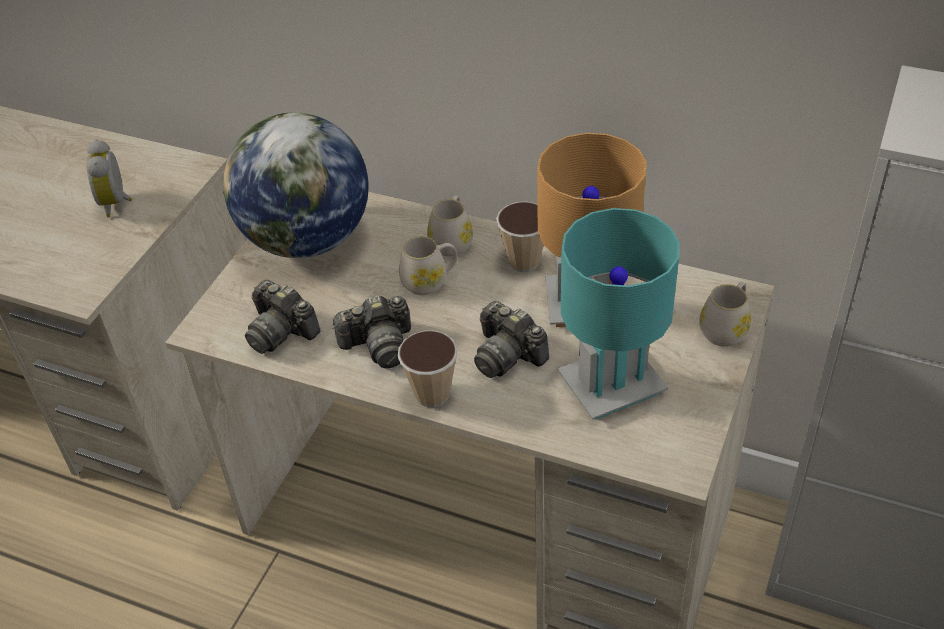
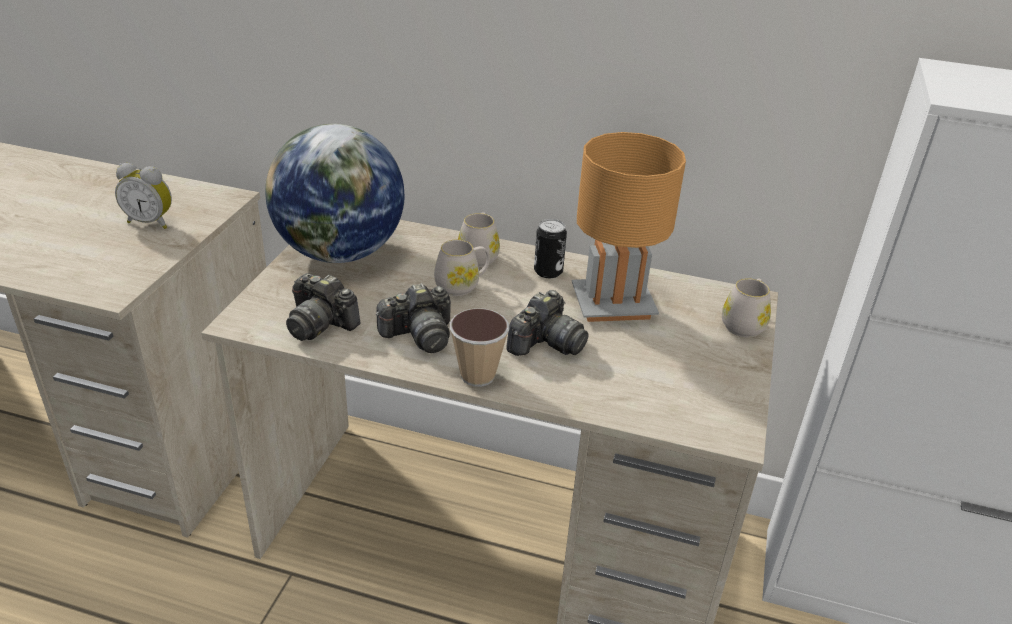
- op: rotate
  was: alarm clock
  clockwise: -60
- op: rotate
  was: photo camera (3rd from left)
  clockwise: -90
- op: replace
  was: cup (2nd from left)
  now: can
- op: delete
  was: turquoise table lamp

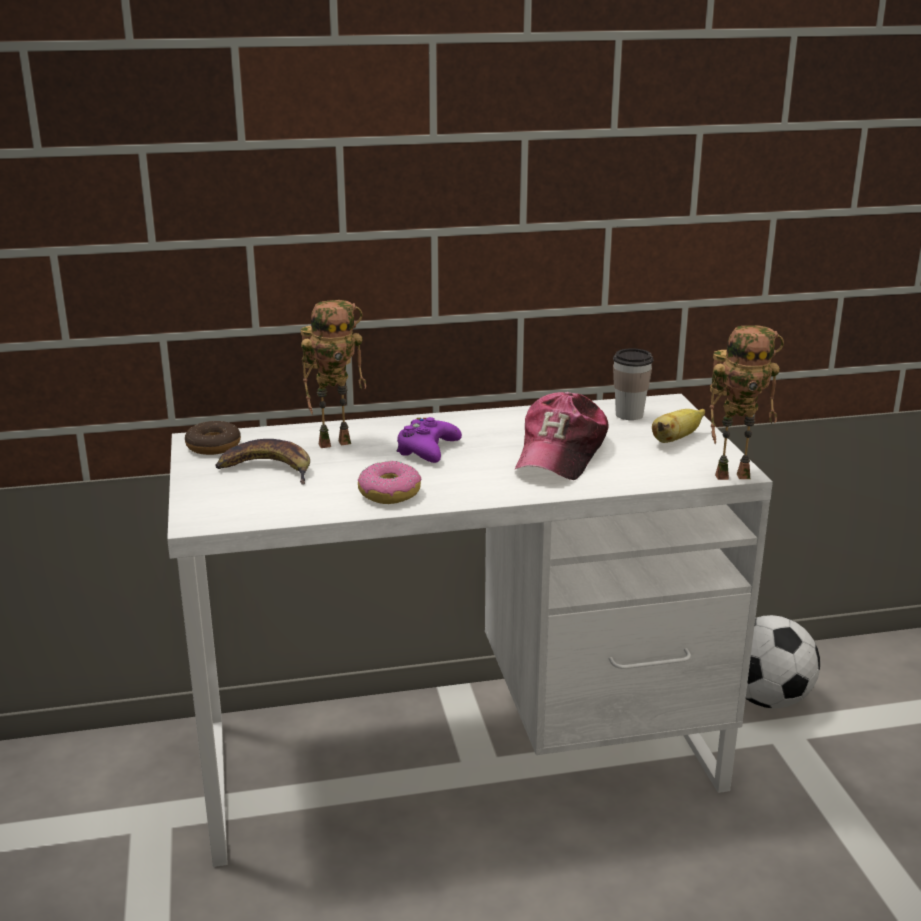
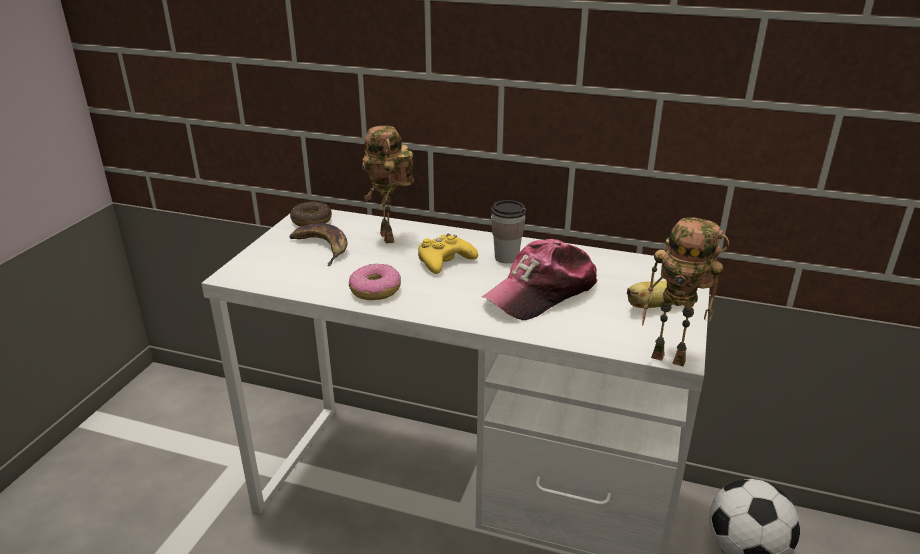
- op: rotate
  was: toy robot (1st from left)
  clockwise: 60
- op: recolor
  was: purple game controller
  now: yellow game controller
- op: move
  was: cup

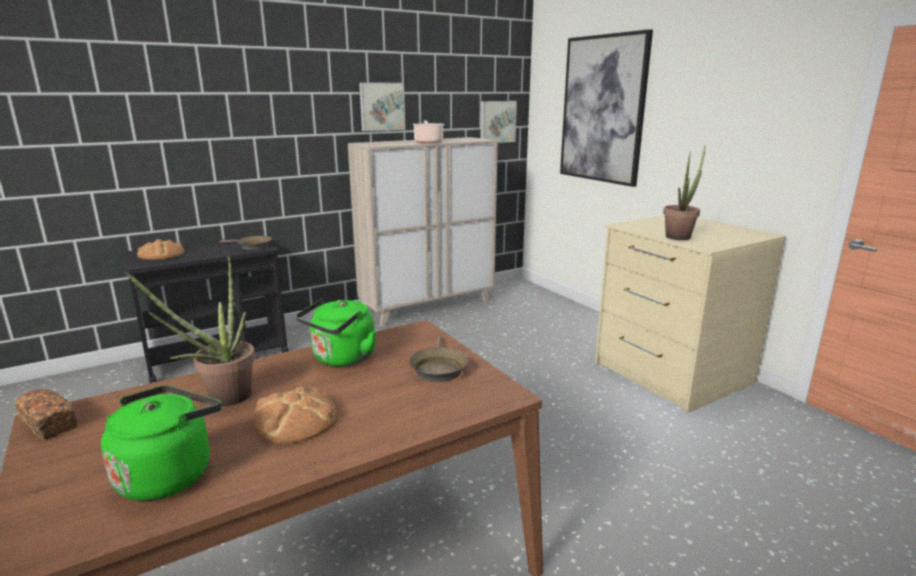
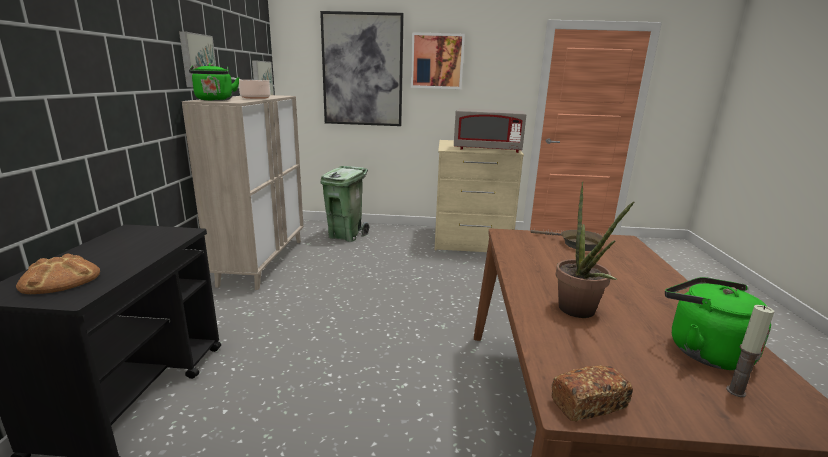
- op: move
  was: green kettle (2nd from left in the first image)
  now: green kettle (1st from left)
- op: insert
  now: green trash can
- op: insert
  now: picture (4th from left)
- op: replace
  was: potted plant (2nd from left)
  now: grey microwave
- op: insert
  now: candle
- op: delete
  was: brown frying pan (1st from left)
- op: delete
  was: bread (3rd from left)

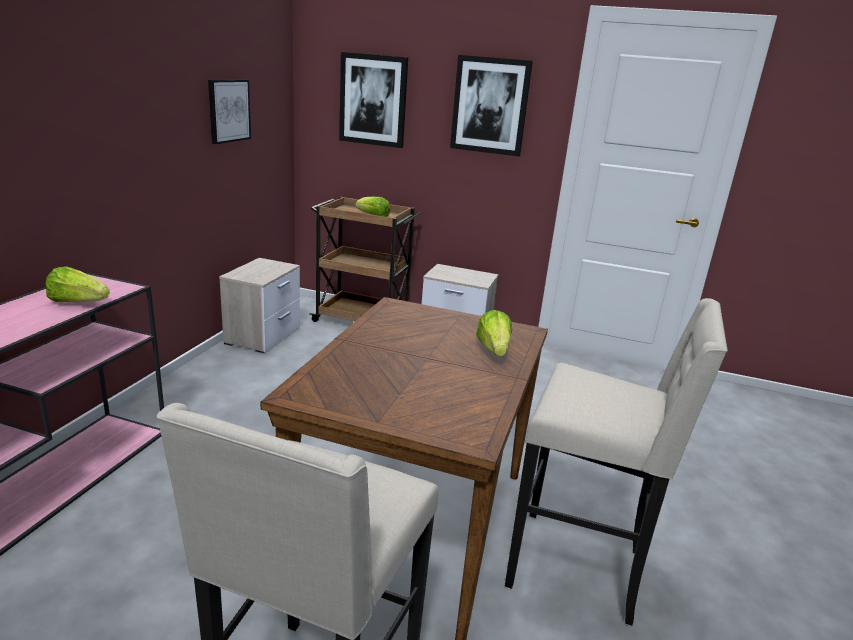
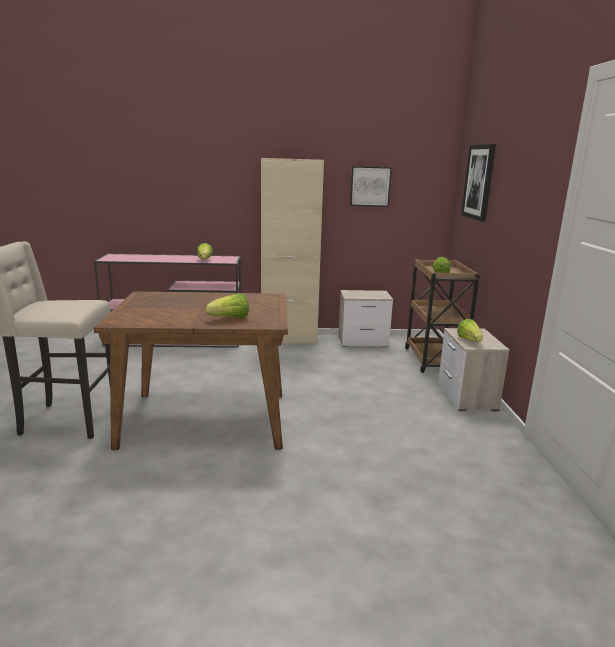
- op: insert
  now: beige cabinet
- op: insert
  now: lettuce (4th from left)
- op: delete
  was: picture (3rd from left)
- op: delete
  was: beige stool (2nd from left)

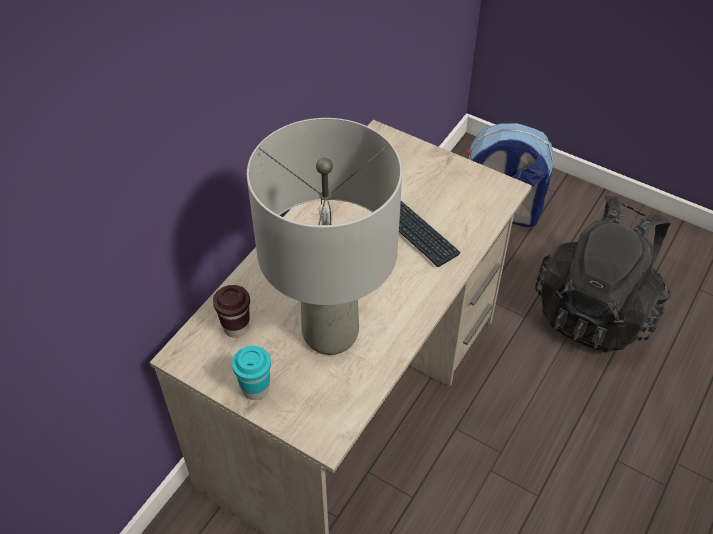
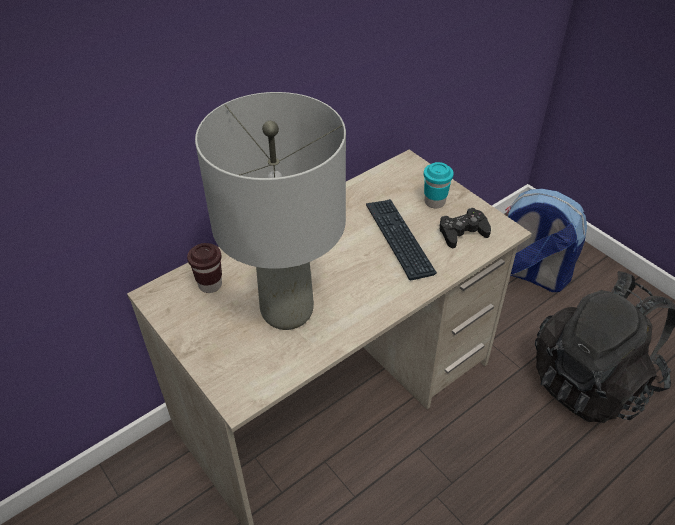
- op: move
  was: turquoise cup
- op: insert
  now: black game controller

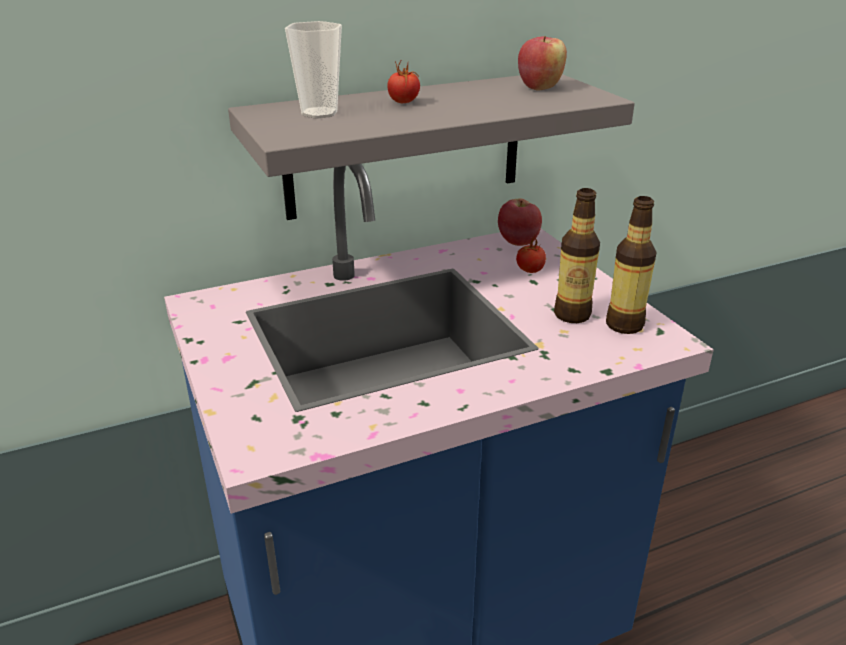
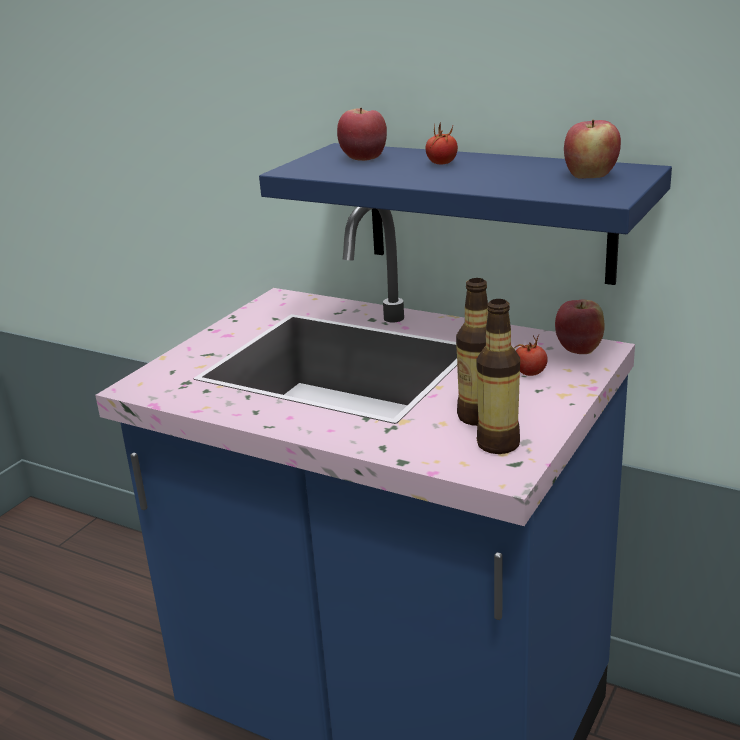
- op: recolor
  was: grey shelf
  now: blue shelf
- op: replace
  was: cup
  now: apple (1st from left)

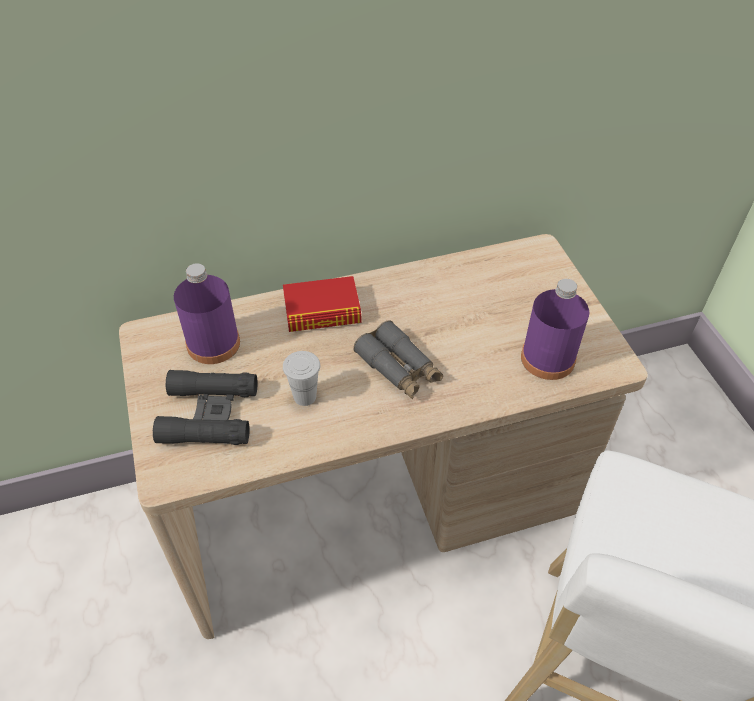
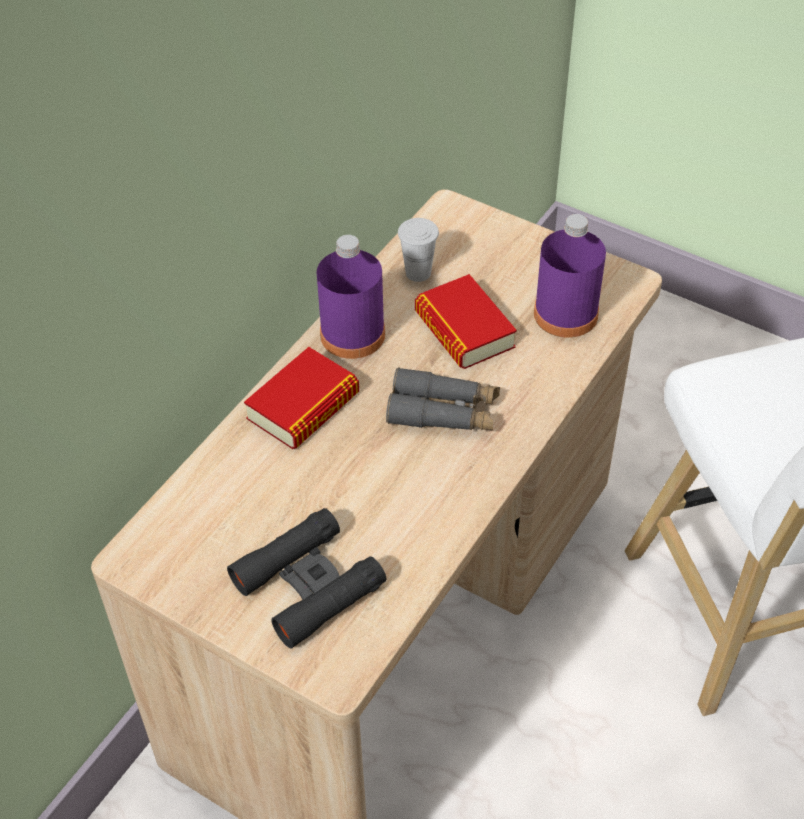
- op: move
  was: purple bottle (1st from left)
- op: move
  was: white cup
- op: insert
  now: book (2nd from left)

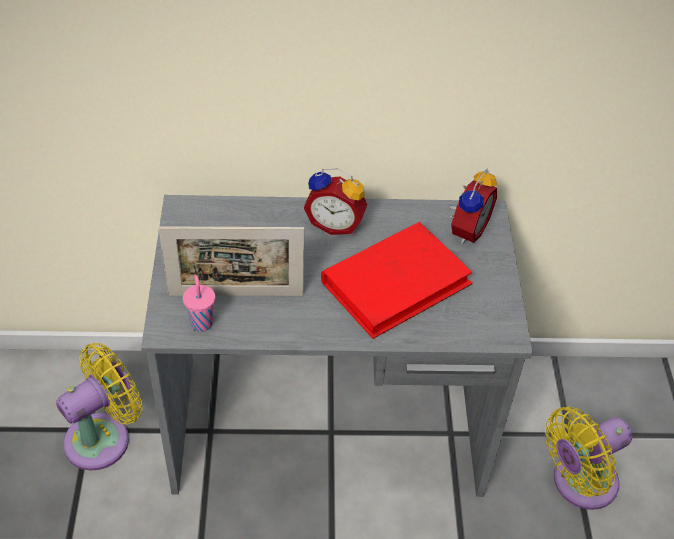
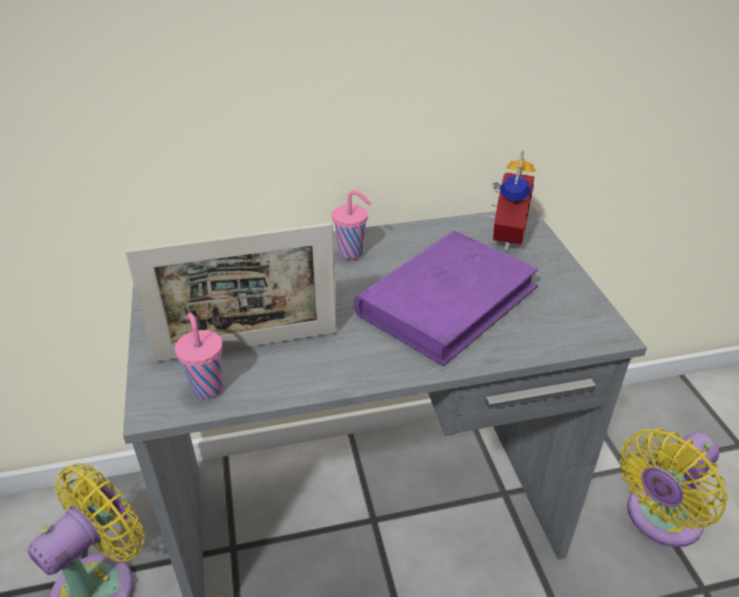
- op: replace
  was: alarm clock (1st from left)
  now: pink cup (2nd from left)
- op: recolor
  was: red book
  now: purple book

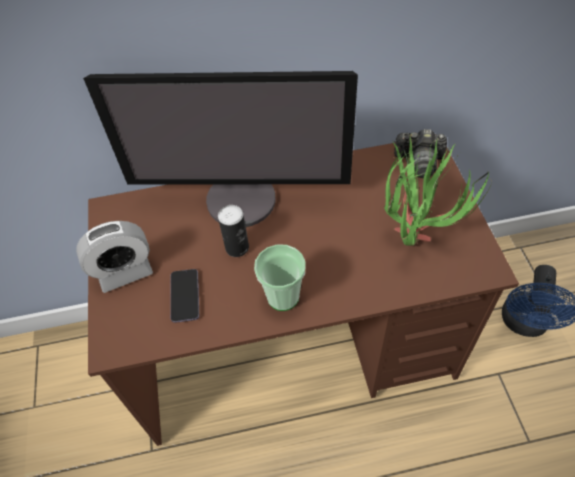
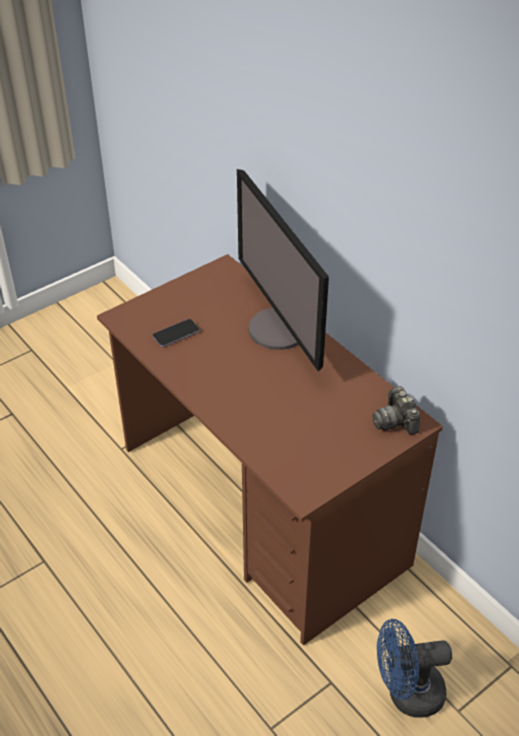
- op: delete
  was: alarm clock
- op: delete
  was: can
- op: delete
  was: cup
- op: delete
  was: potted plant

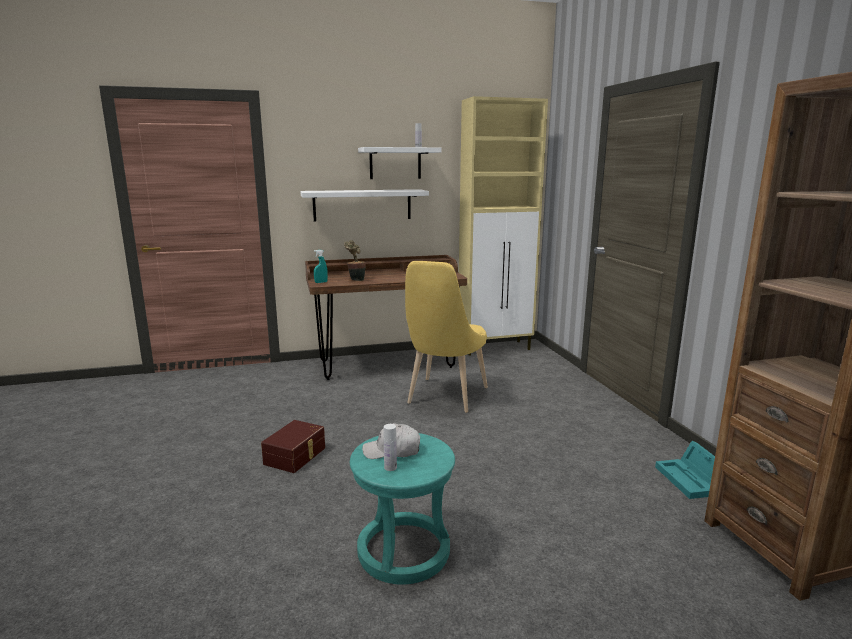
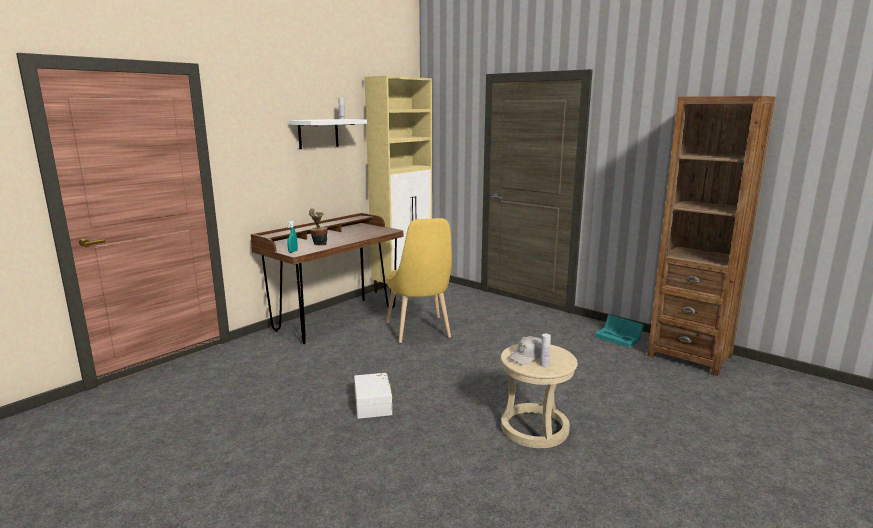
- op: recolor
  was: brown storage box
  now: white storage box
- op: recolor
  was: turquoise stool
  now: beige stool
- op: delete
  was: white shelf (1st from left)

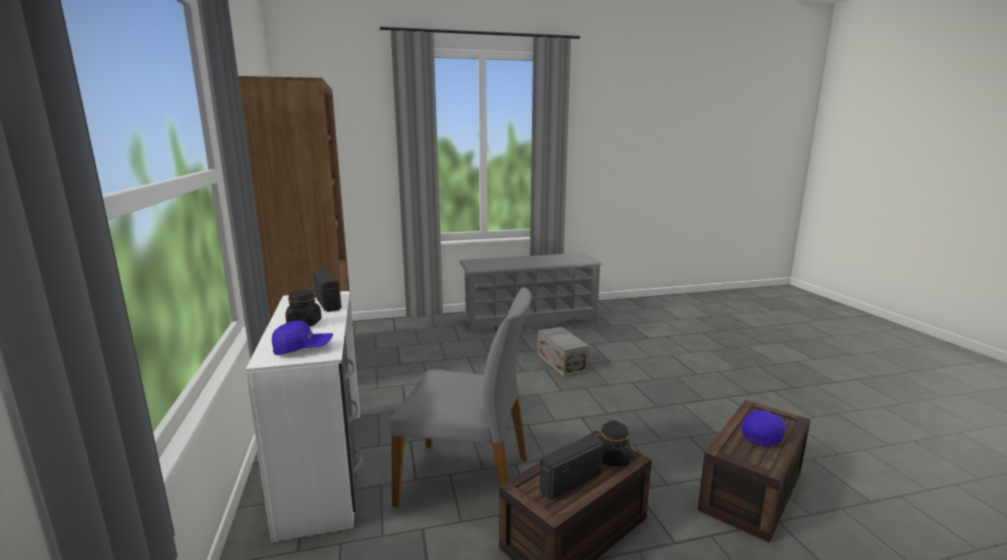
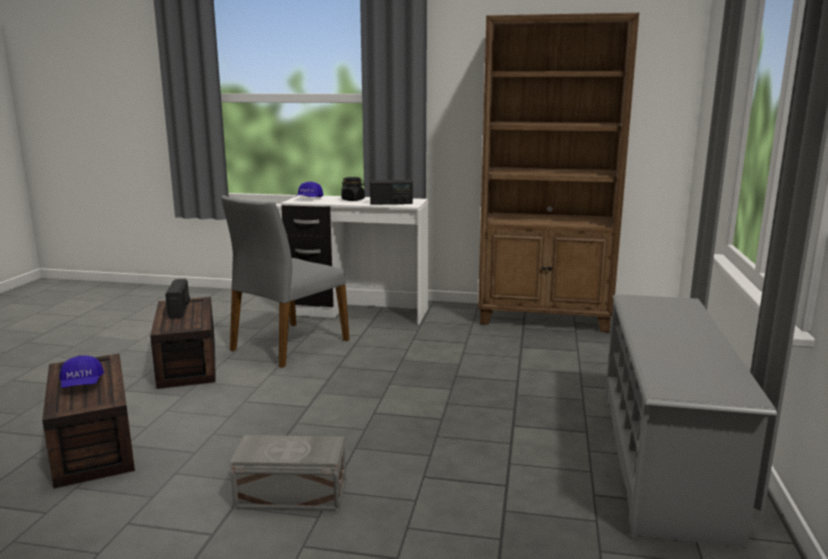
- op: move
  was: grey storage box
- op: delete
  was: black jar (2nd from left)

